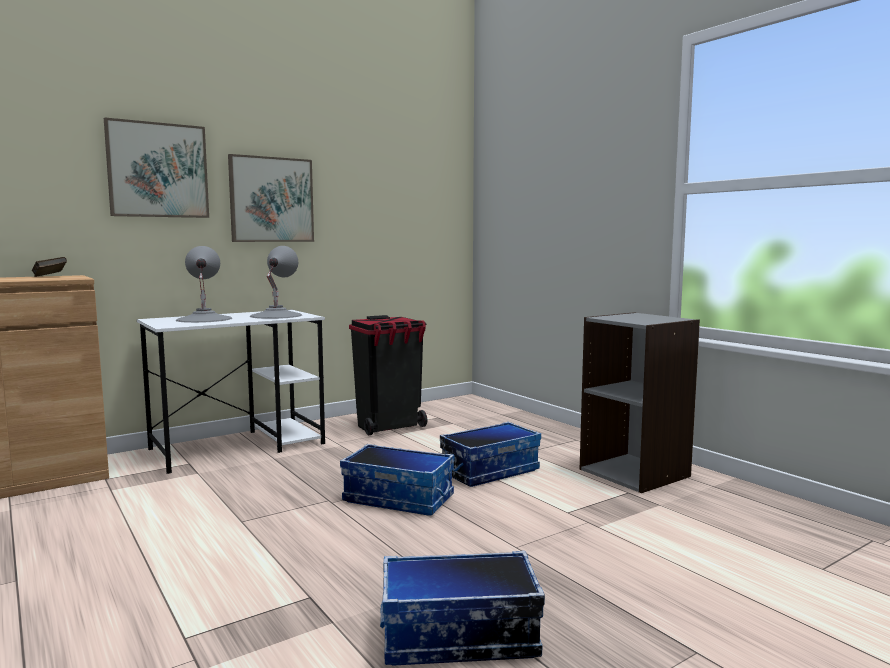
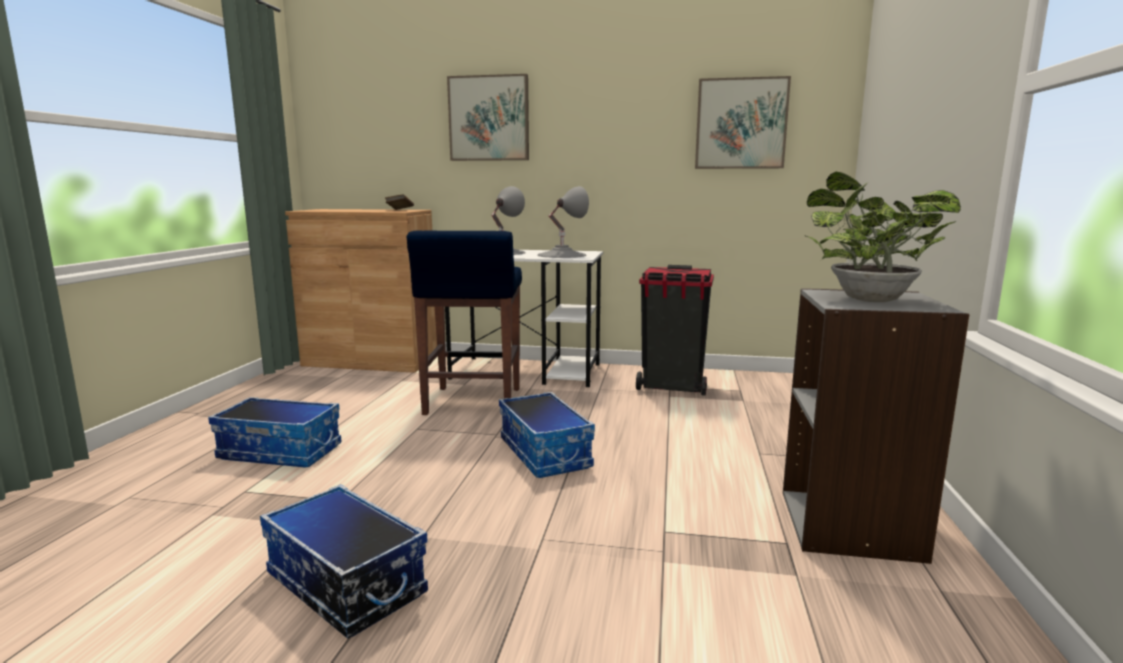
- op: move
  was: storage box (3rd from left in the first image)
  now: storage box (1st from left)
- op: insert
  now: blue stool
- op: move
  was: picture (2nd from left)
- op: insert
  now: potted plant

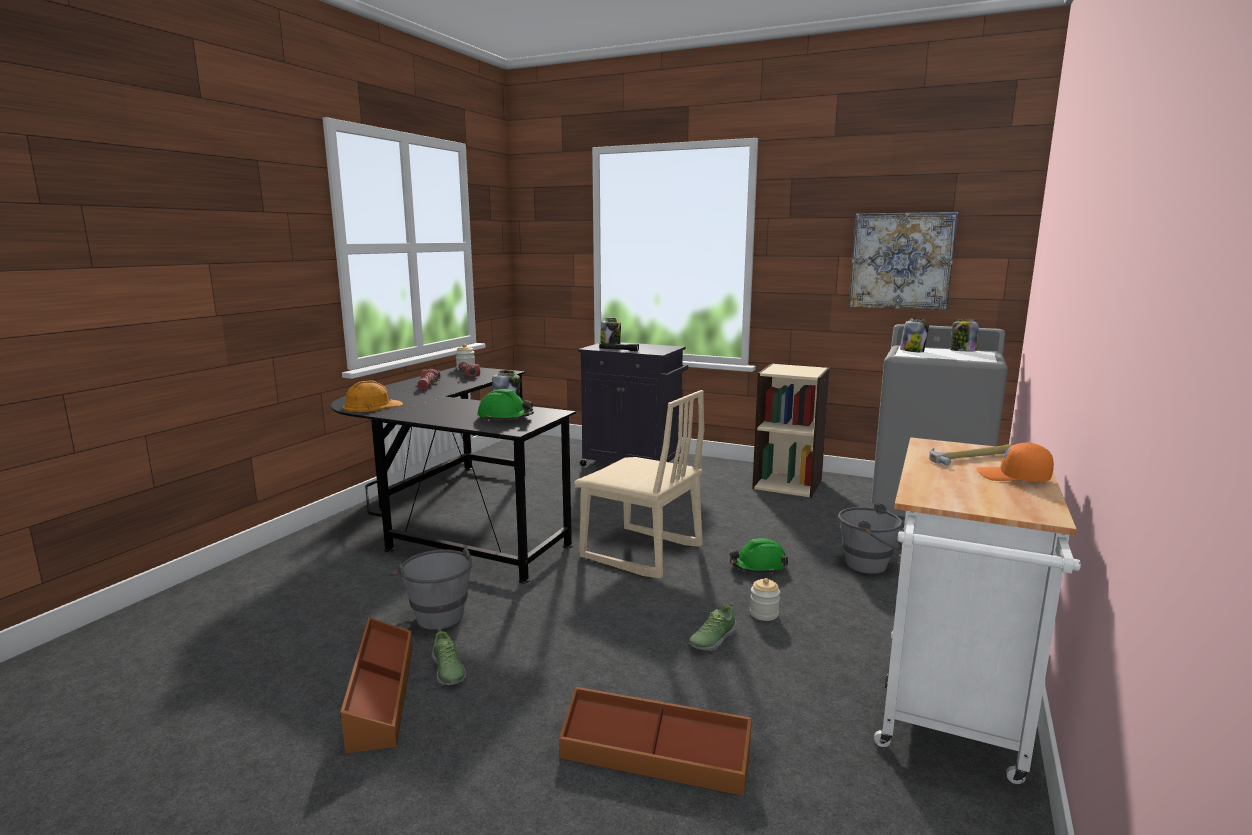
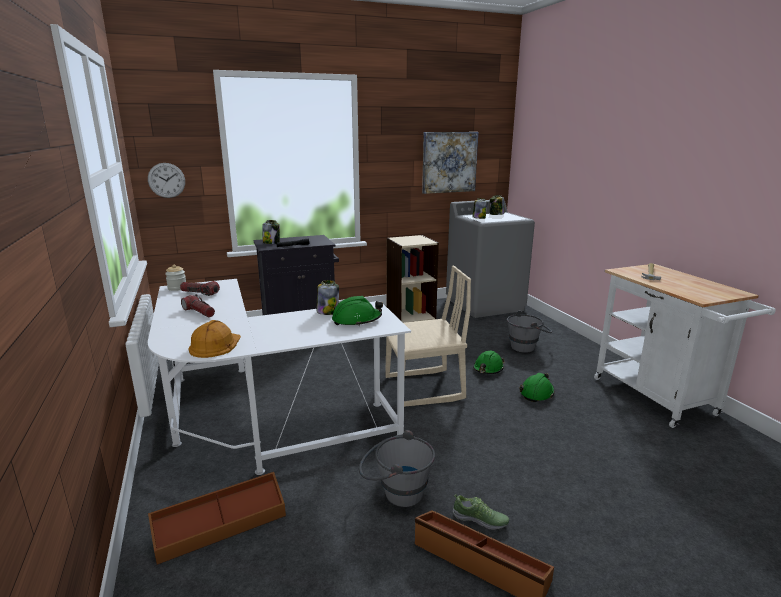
- op: insert
  now: wall clock
- op: recolor
  was: black desk
  now: white desk
- op: move
  was: brown storage box (2nd from left in the first image)
  now: brown storage box (1st from left)
- op: replace
  was: jar (4th from left)
  now: green hard hat (3rd from left)
- op: delete
  was: shoe (2nd from left)
- op: delete
  was: orange cap

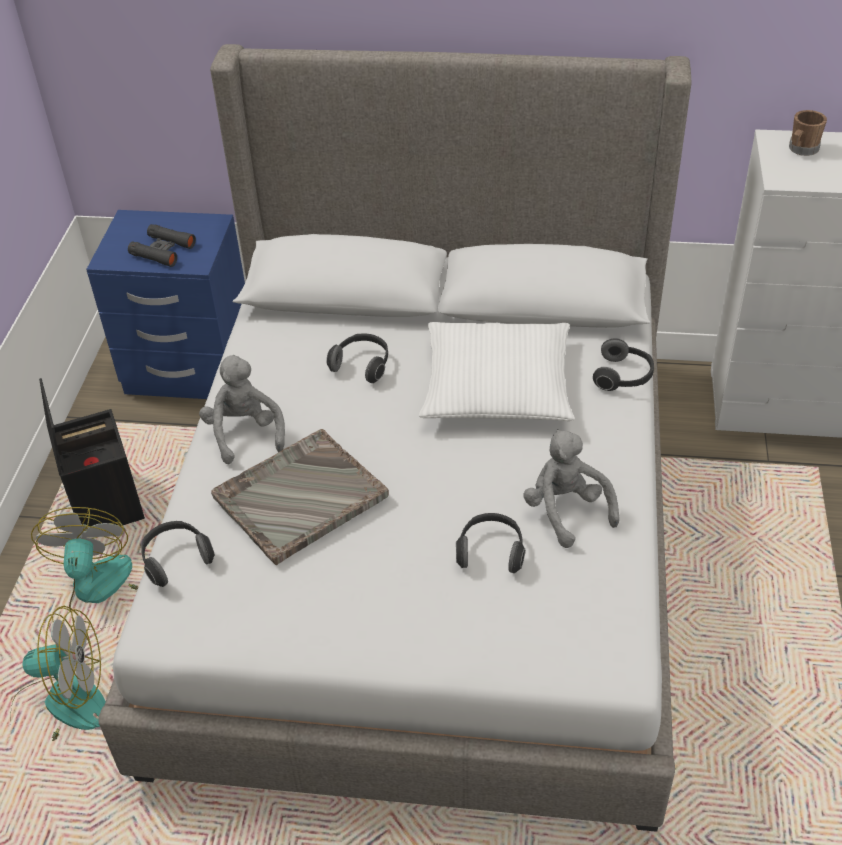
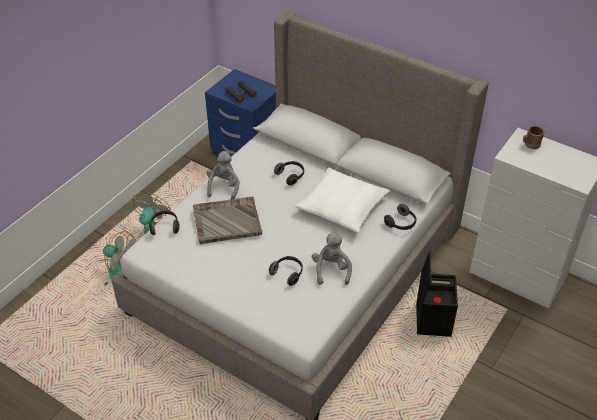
- op: move
  was: black storage box

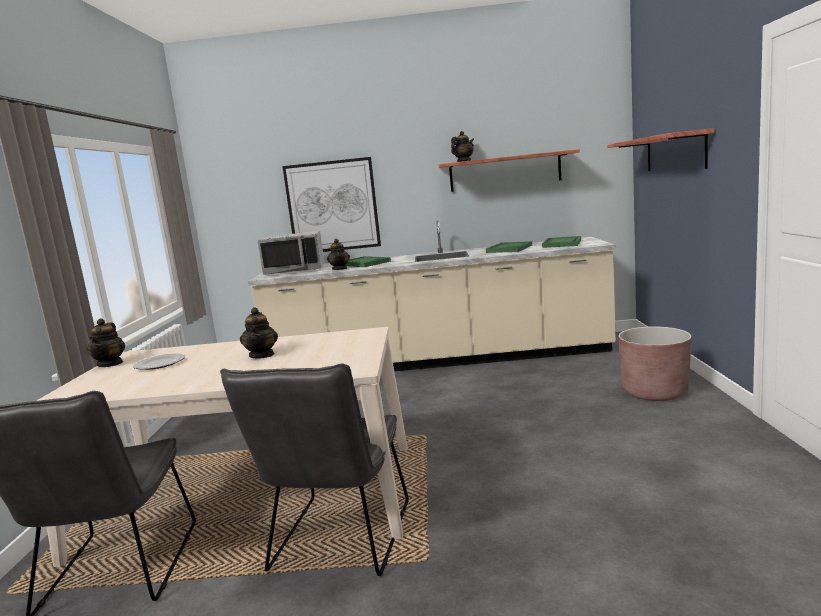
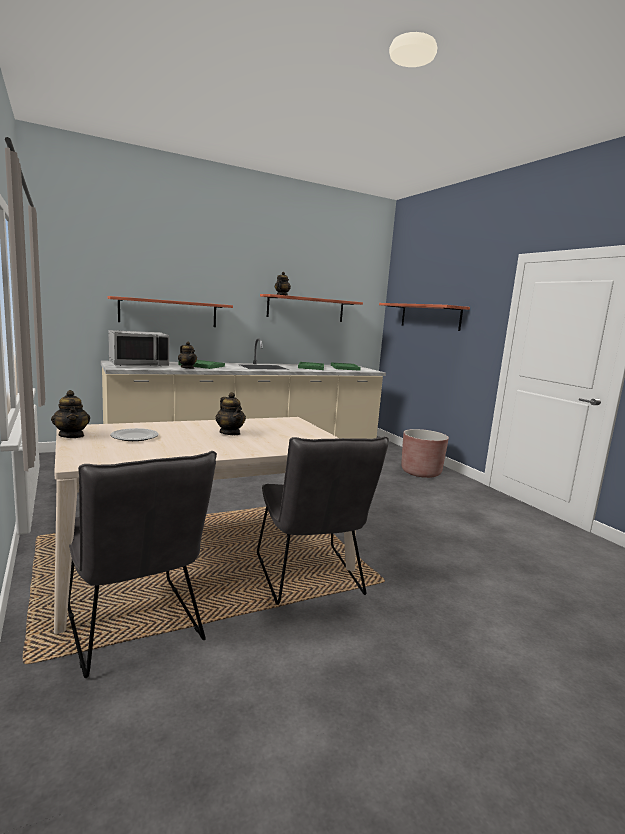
- op: replace
  was: picture
  now: shelf (1st from left)

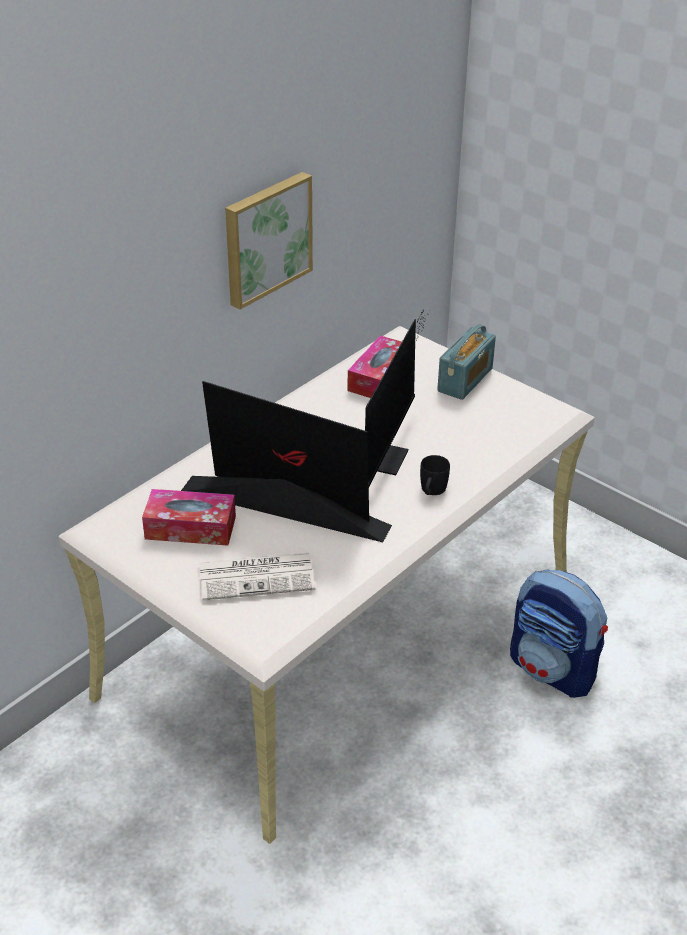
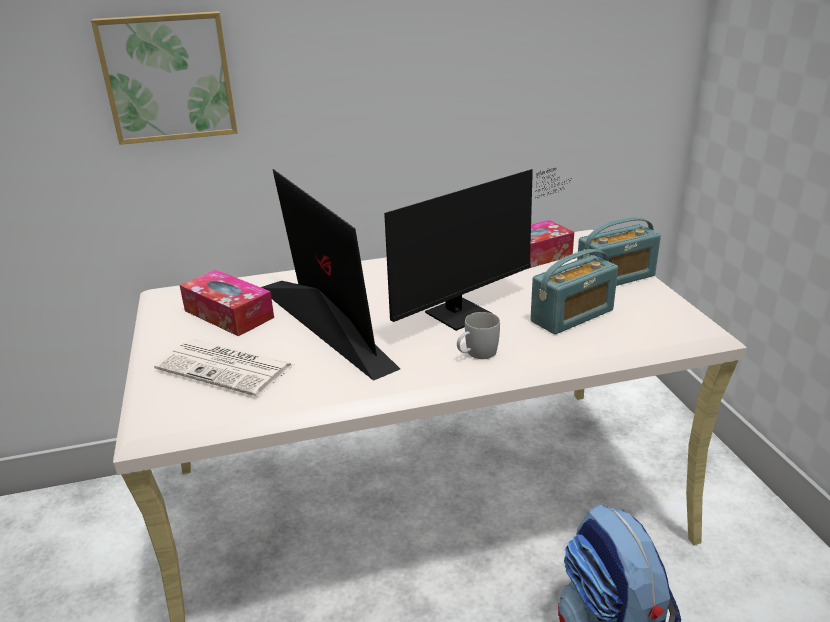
- op: move
  was: picture
- op: recolor
  was: black mug
  now: white mug
- op: insert
  now: radio (1st from left)

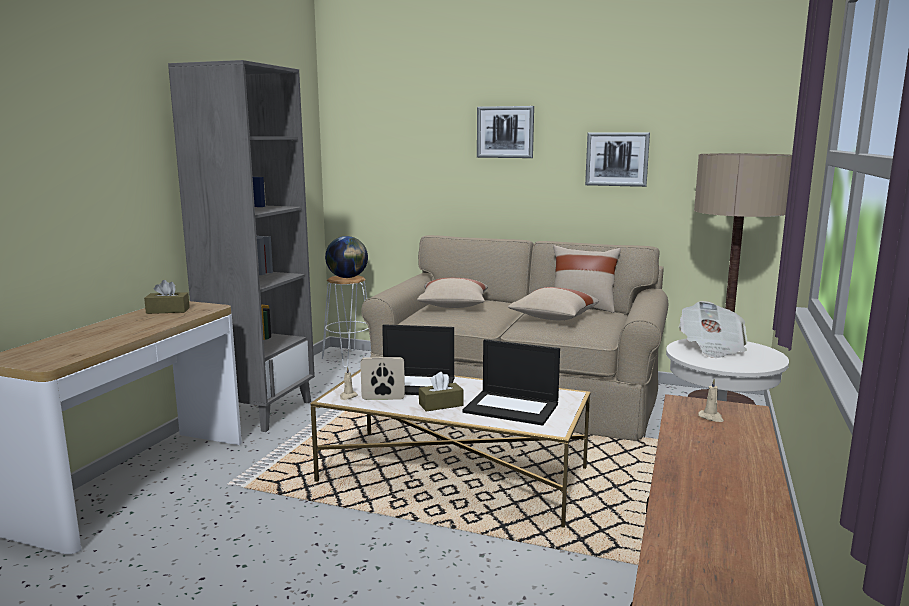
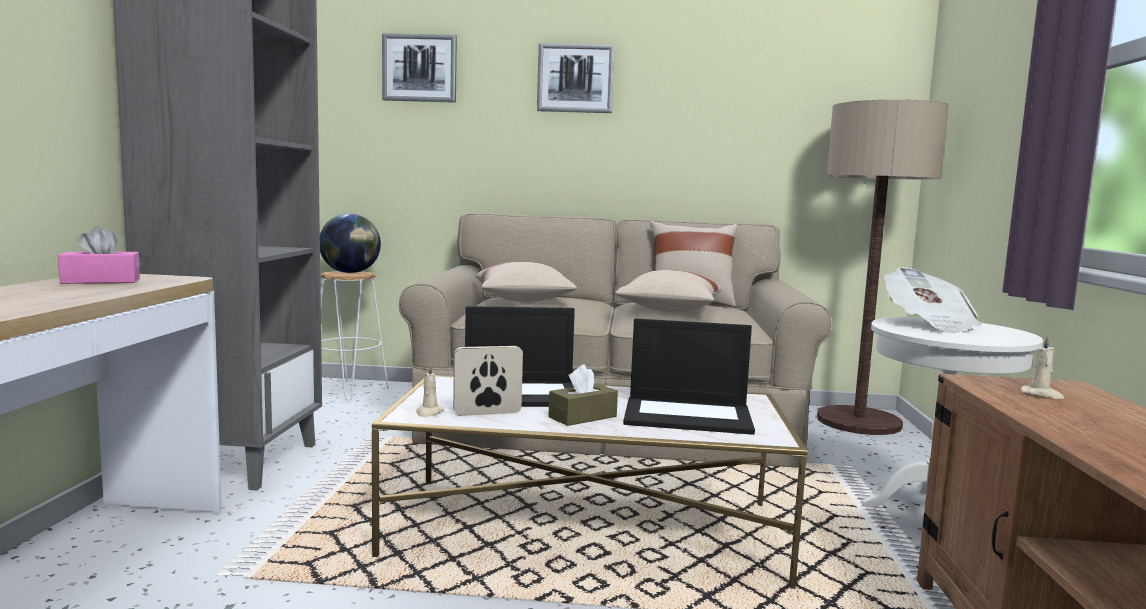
- op: recolor
  was: brown tissue box (1st from left)
  now: pink tissue box
- op: move
  was: picture (2nd from left in the first image)
  now: picture (1st from left)

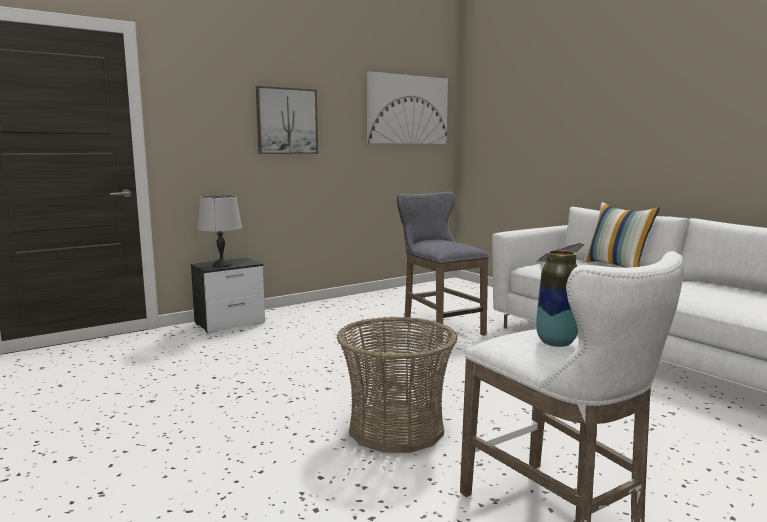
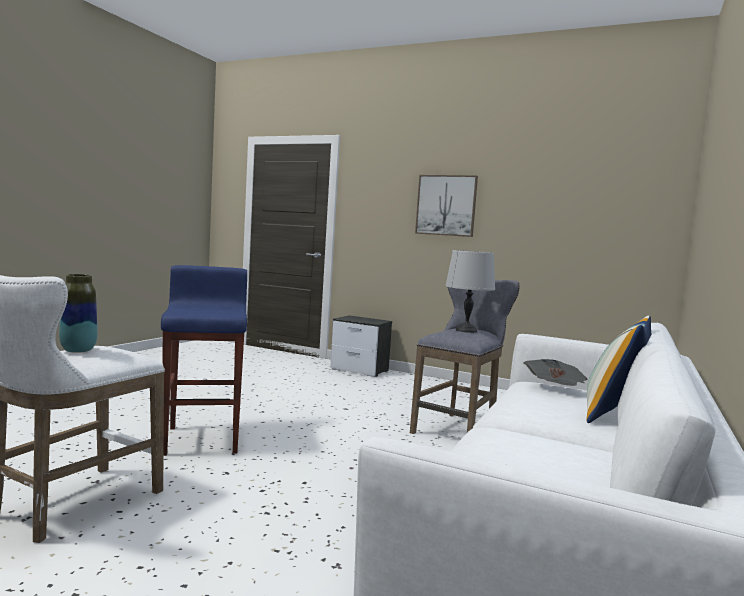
- op: replace
  was: basket
  now: blue stool
- op: move
  was: grey table lamp
- op: delete
  was: picture (2nd from left)

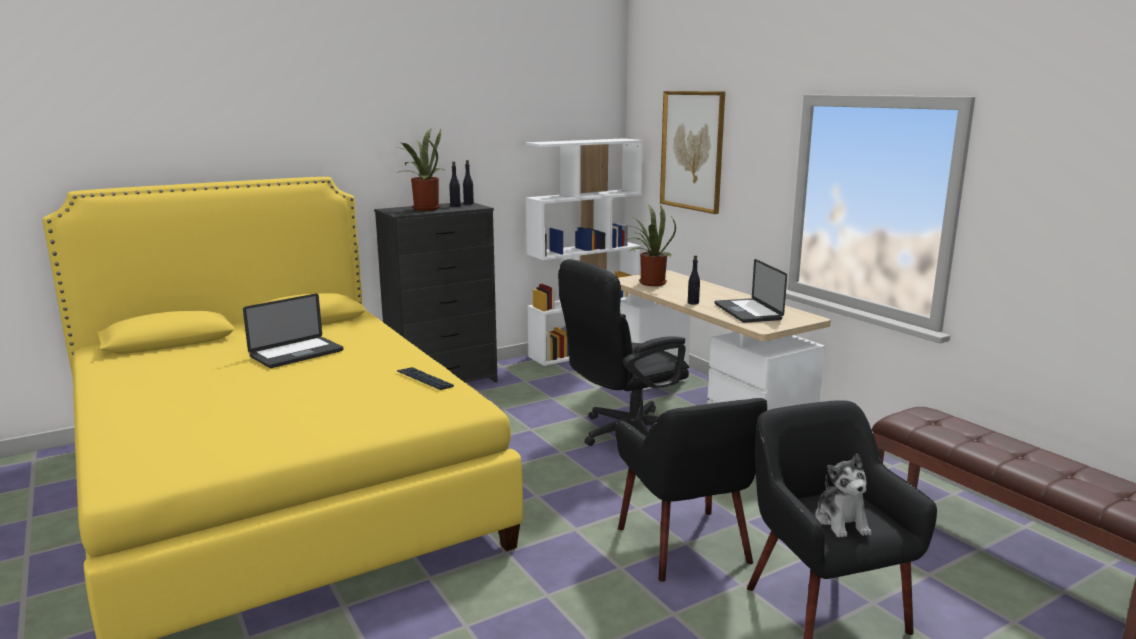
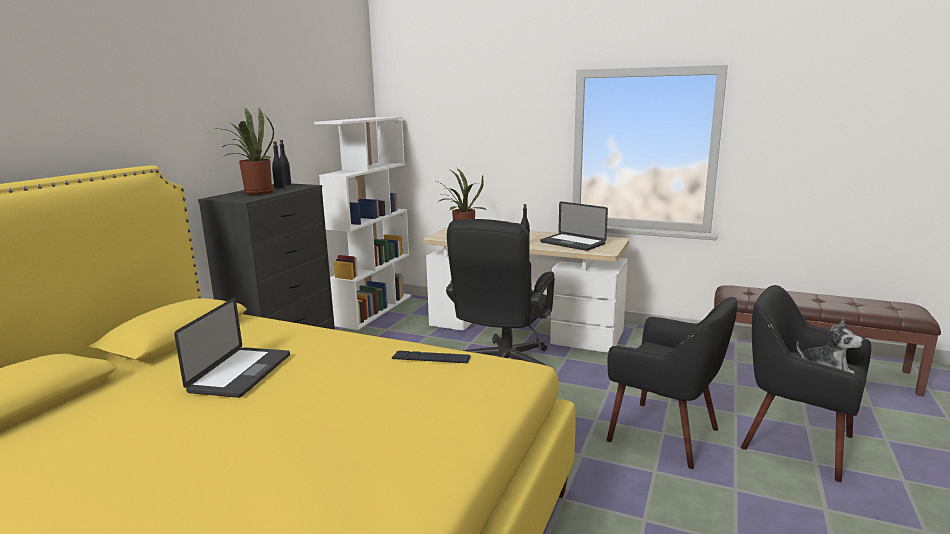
- op: delete
  was: picture

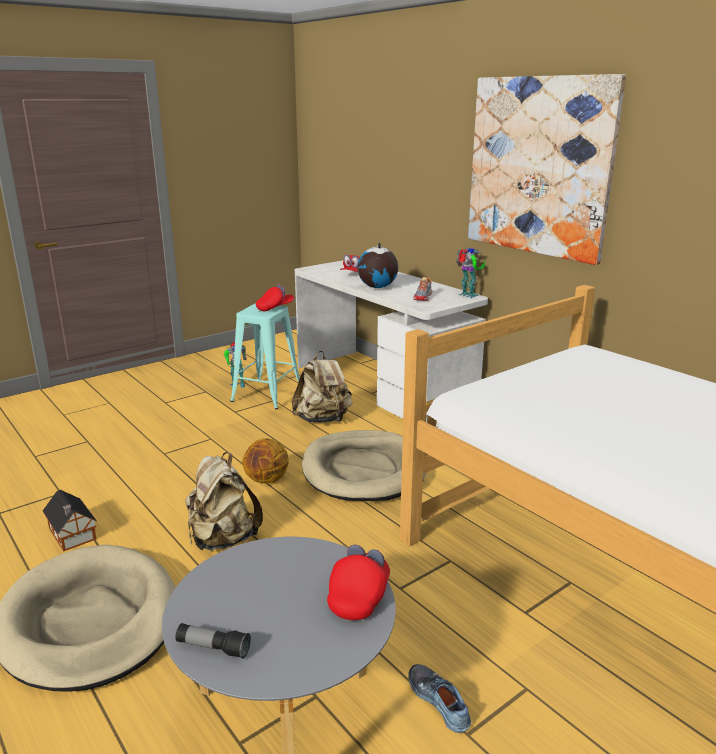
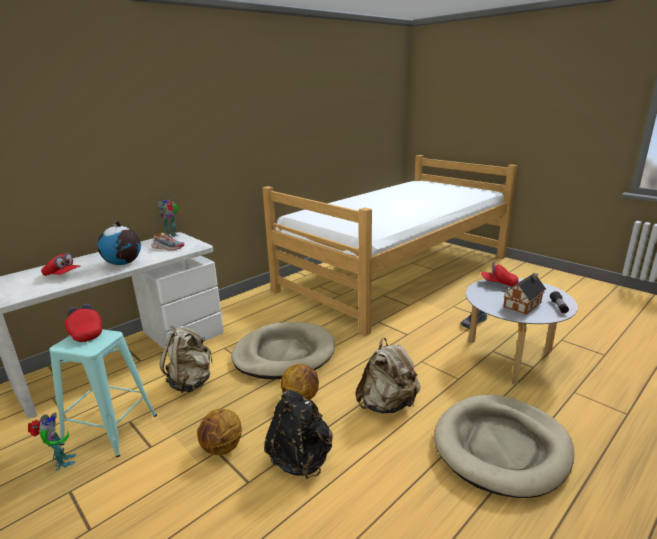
- op: insert
  now: basketball (1st from left)
- op: insert
  now: black backpack
- op: move
  was: toy house
- op: delete
  was: picture

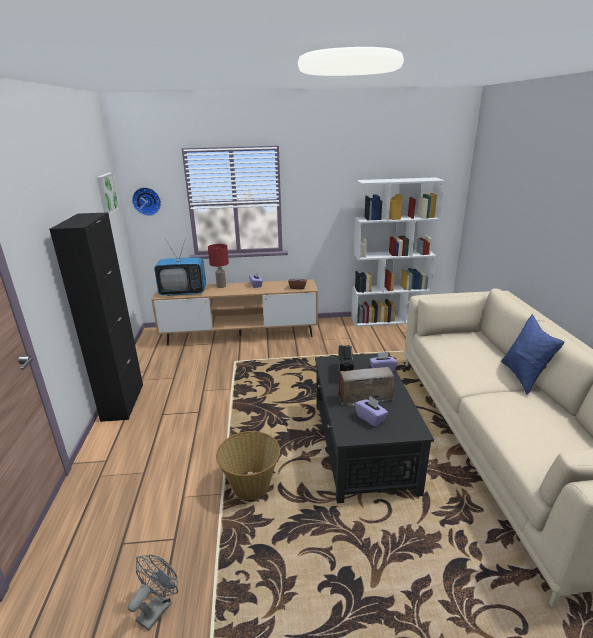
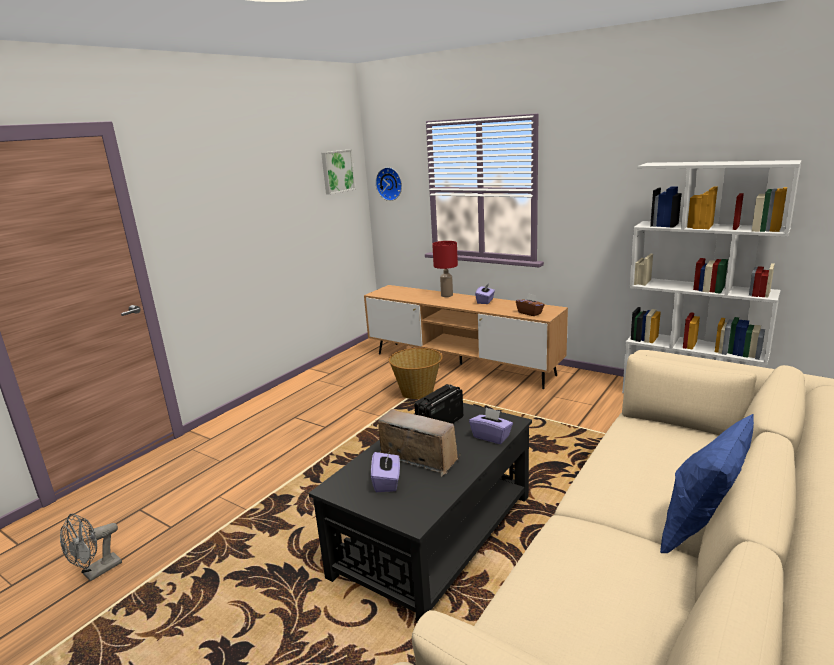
- op: rotate
  was: grey fan
  clockwise: 150
- op: move
  was: basket
- op: delete
  was: black cabinet
- op: delete
  was: television

